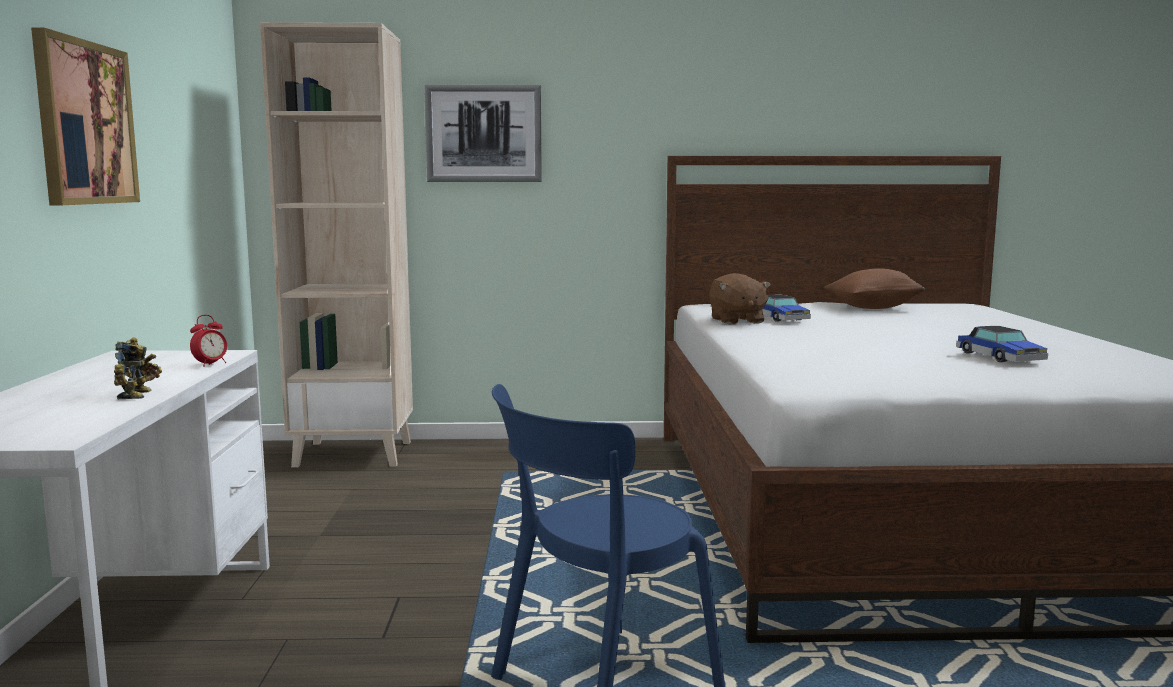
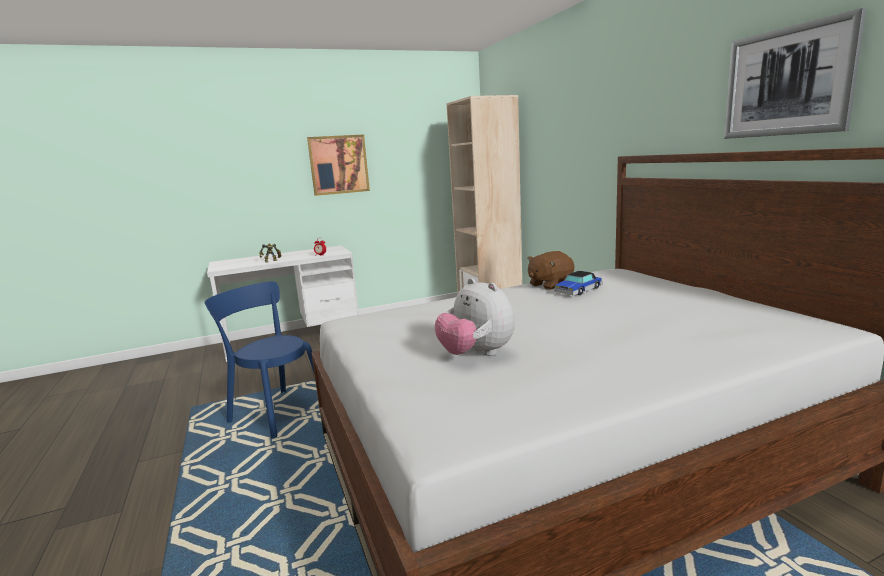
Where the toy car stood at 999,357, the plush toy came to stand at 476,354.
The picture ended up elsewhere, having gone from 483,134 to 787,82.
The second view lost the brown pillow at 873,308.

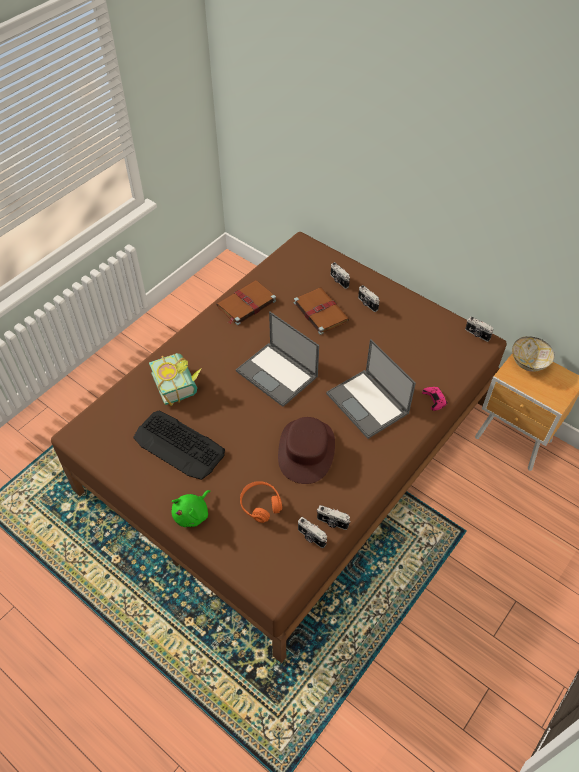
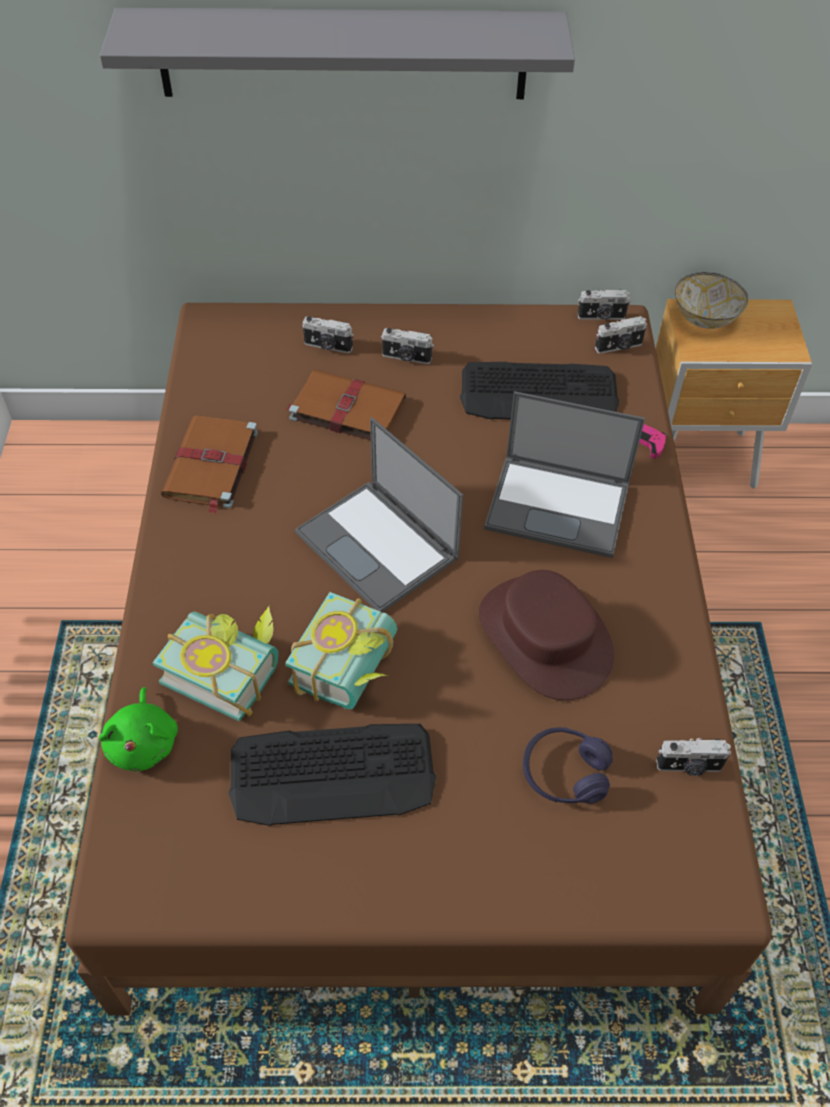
The green plush toy ended up elsewhere, having gone from 192,514 to 144,743.
The second view gained the grey shelf at 343,54.
The second view gained the book at 353,669.
The laptop at 278,374 ended up facing another way, 45 degrees clockwise from before.
The second view gained the keyboard at 539,393.
What was the orange headphones at 260,504 turned into the purple headphones at 564,773.
The photo camera ended up elsewhere, having gone from 332,522 to 619,347.

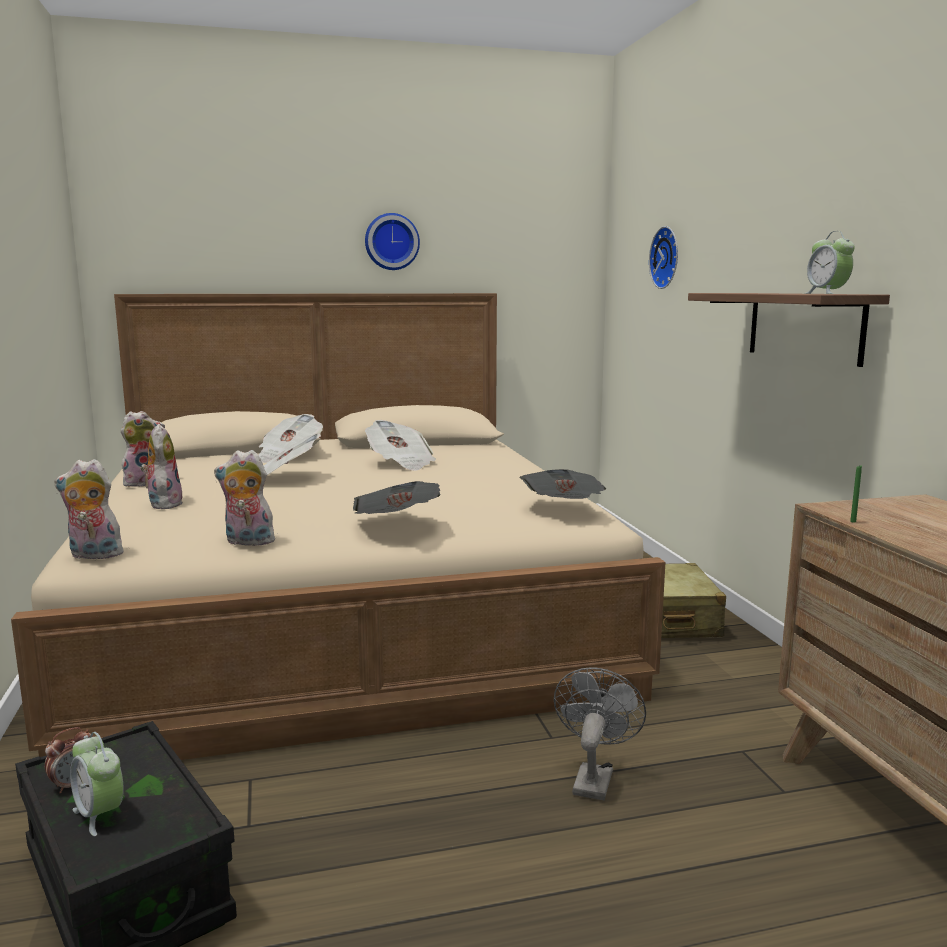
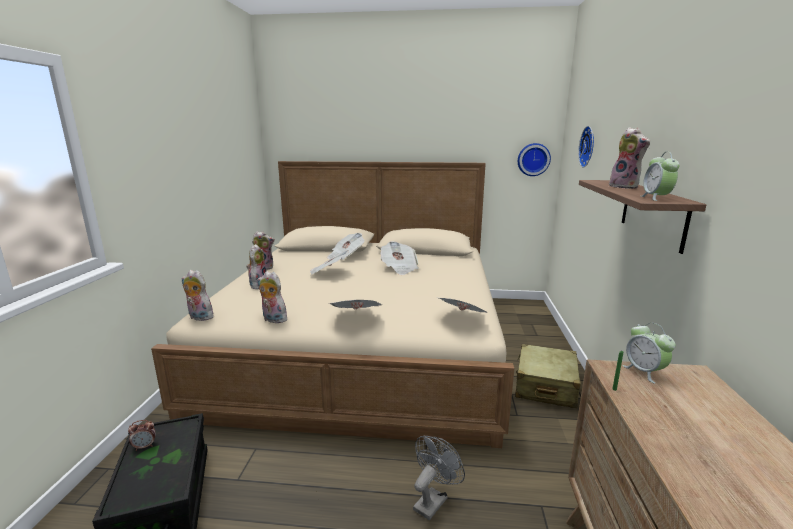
The wall clock ended up elsewhere, having gone from 391,242 to 533,159.
The second view gained the plush toy at 625,187.
The alarm clock ended up elsewhere, having gone from 100,815 to 644,372.

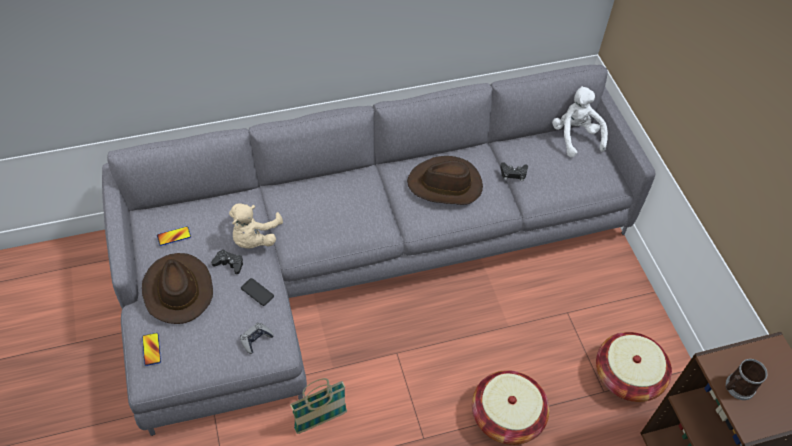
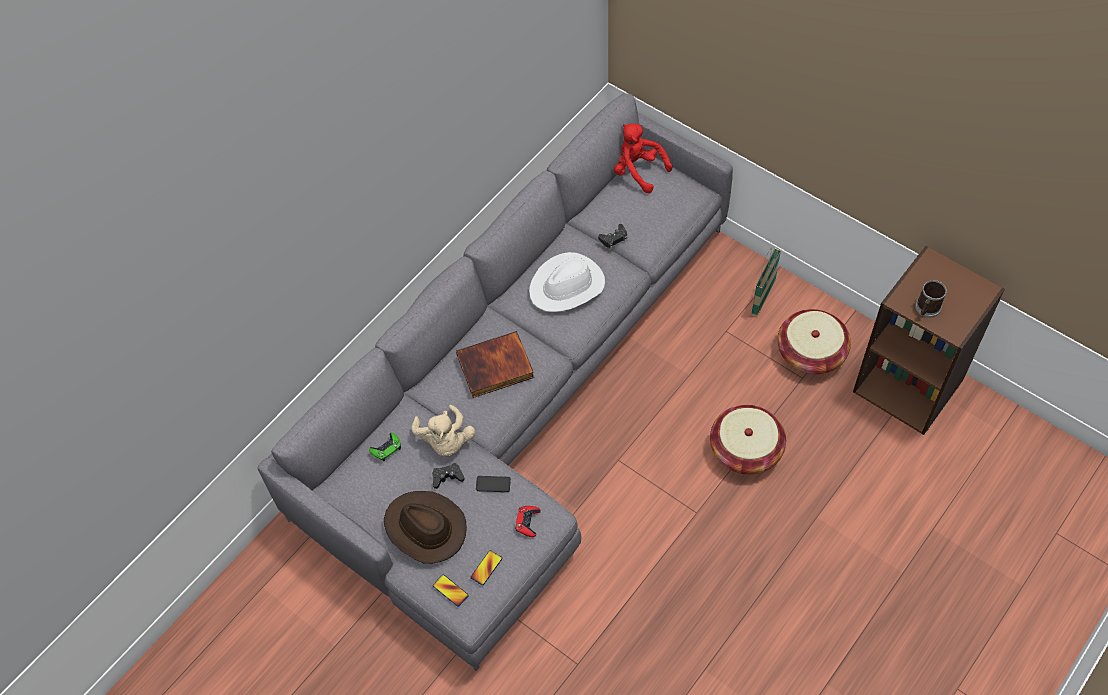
The second view gained the green game controller at 386,448.
The second view gained the book at 495,368.
The phone ended up elsewhere, having gone from 174,236 to 486,568.
What was the grey game controller at 256,339 turned into the red game controller at 527,522.
What was the brown hat at 445,185 turned into the white hat at 567,286.
What was the white plush toy at 575,136 turned into the red plush toy at 637,171.
The basket ended up elsewhere, having gone from 320,421 to 763,298.

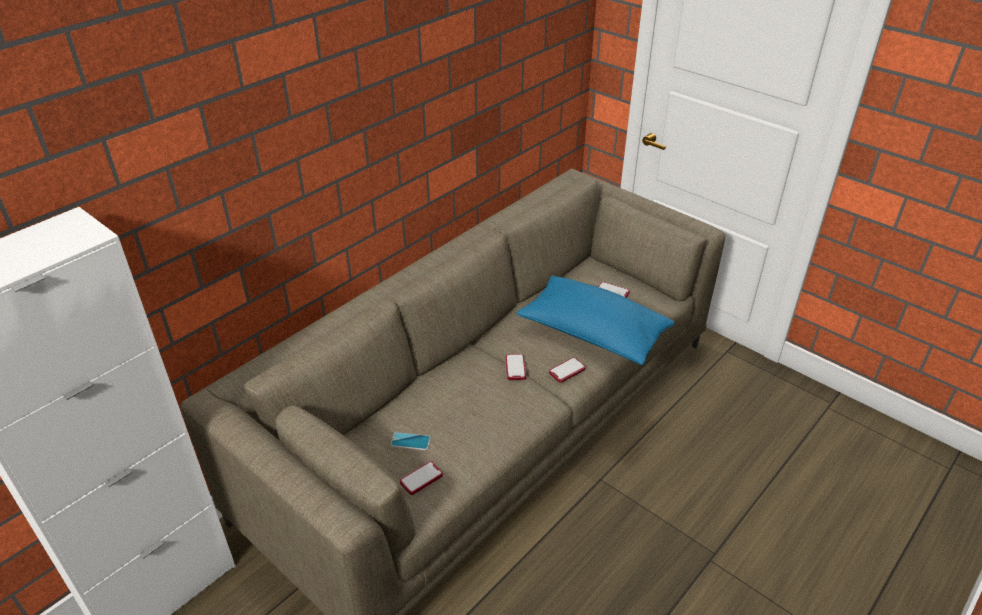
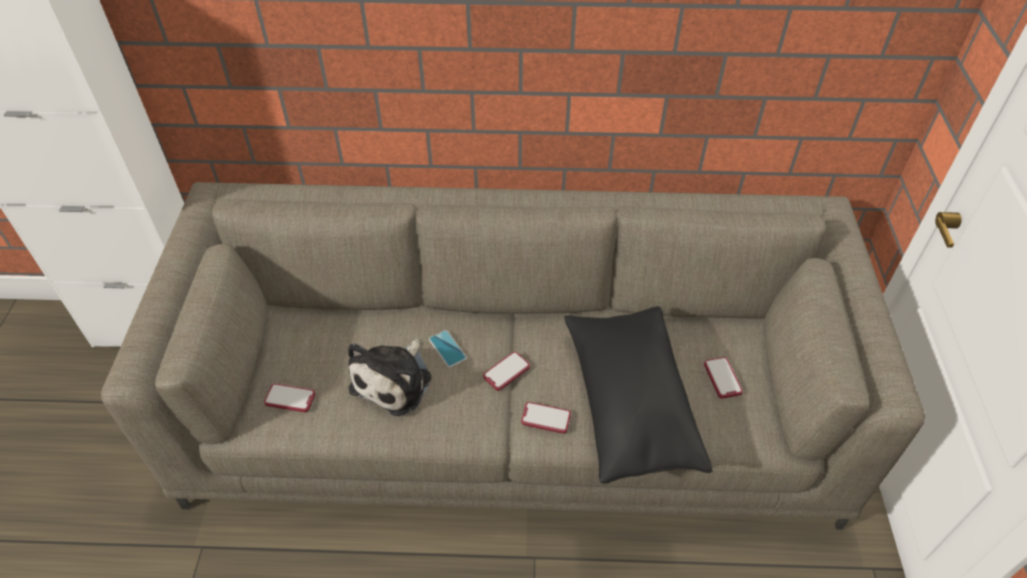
The second view gained the plush toy at 395,380.
The phone ended up elsewhere, having gone from 410,441 to 447,349.
What was the blue pillow at 592,333 turned into the black pillow at 629,404.

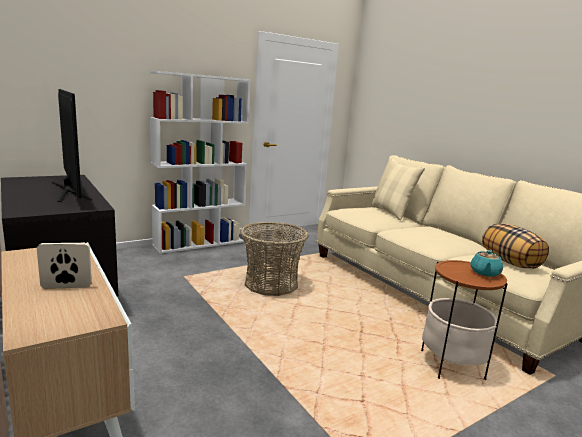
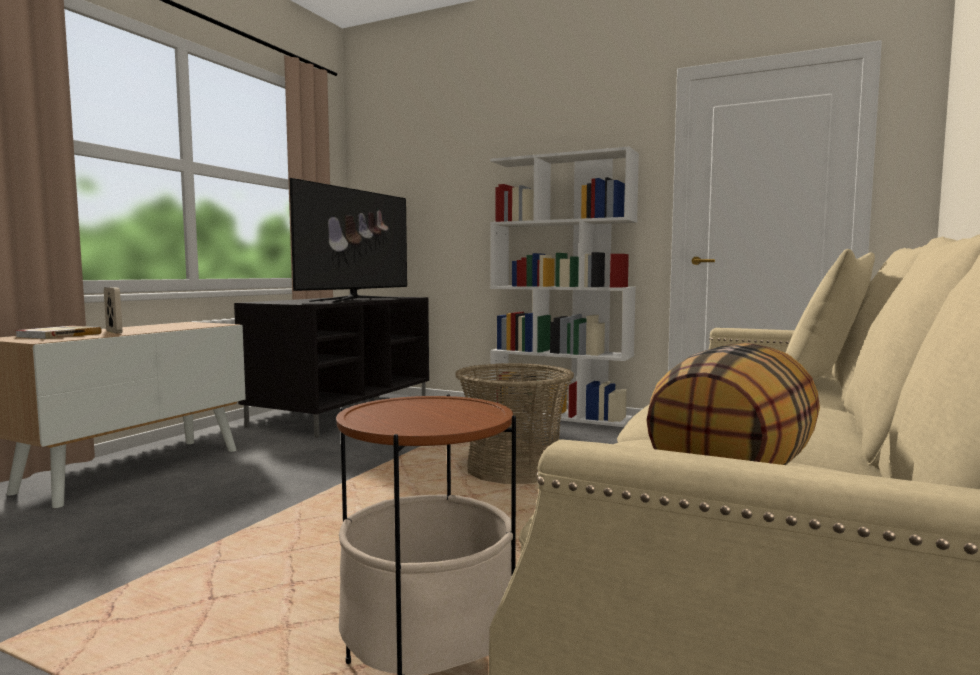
The second view gained the book at 58,335.
The second view lost the turquoise teapot at 484,273.

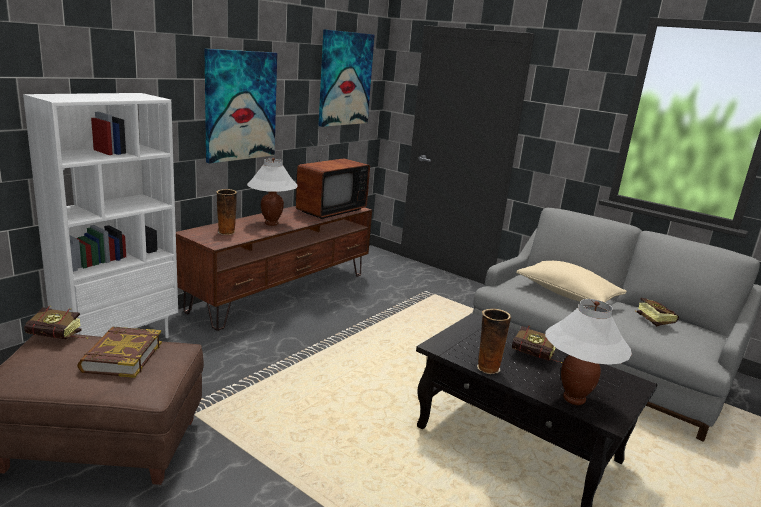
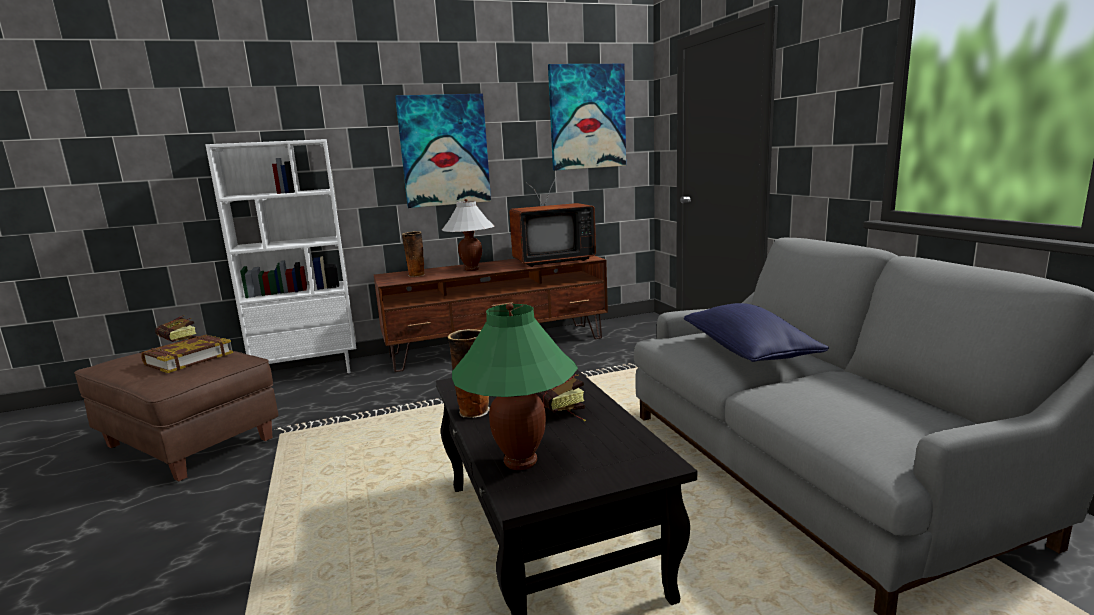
What was the white table lamp at 574,399 turned into the green table lamp at 520,462.
What was the beige pillow at 567,294 turned into the blue pillow at 748,352.
The second view lost the book at 652,320.

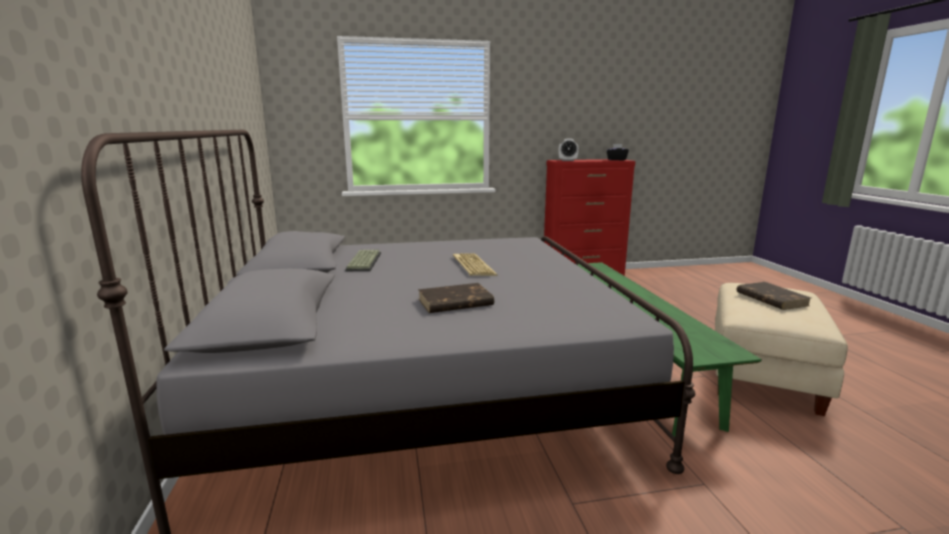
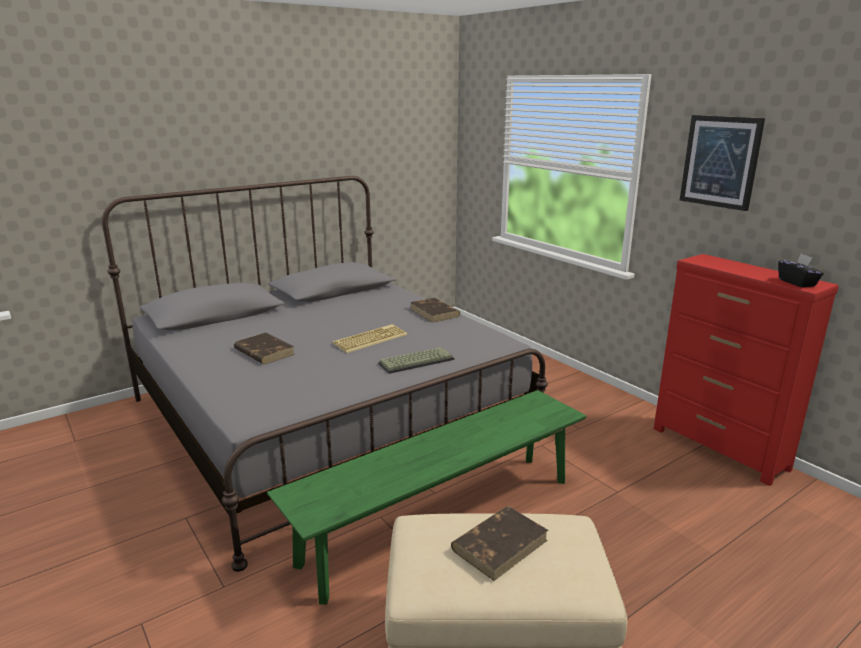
The keyboard ended up elsewhere, having gone from 363,261 to 416,361.
The second view gained the brown book at 435,312.
The second view gained the picture at 720,161.
The second view lost the alarm clock at 567,160.

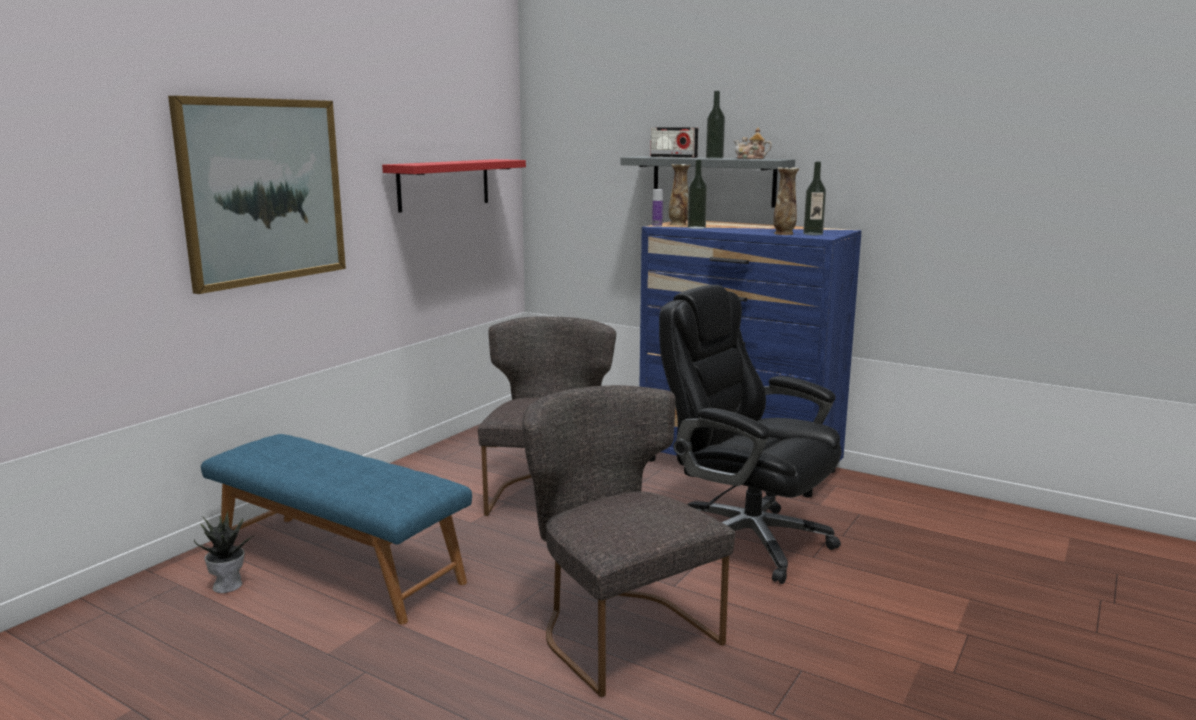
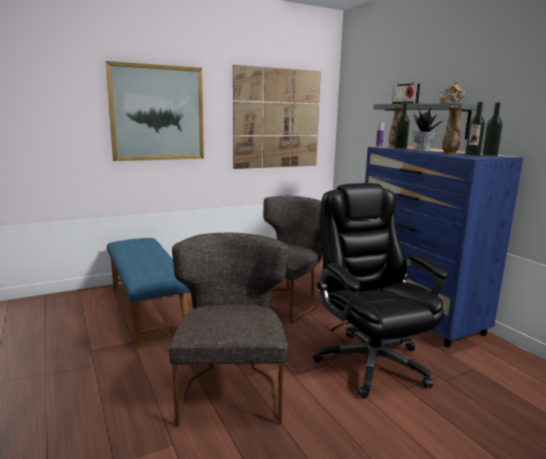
Where the red shelf hung at 444,184, the picture came to hang at 277,119.
The potted plant ended up elsewhere, having gone from 229,585 to 422,151.
The bottle ended up elsewhere, having gone from 714,158 to 489,156.

